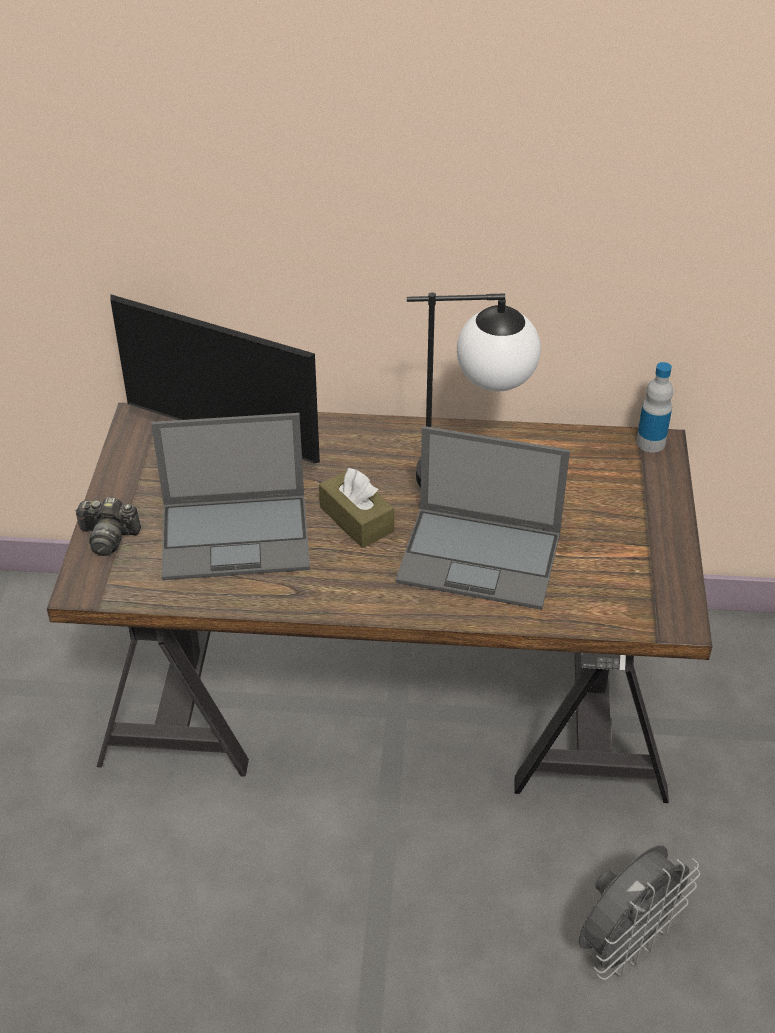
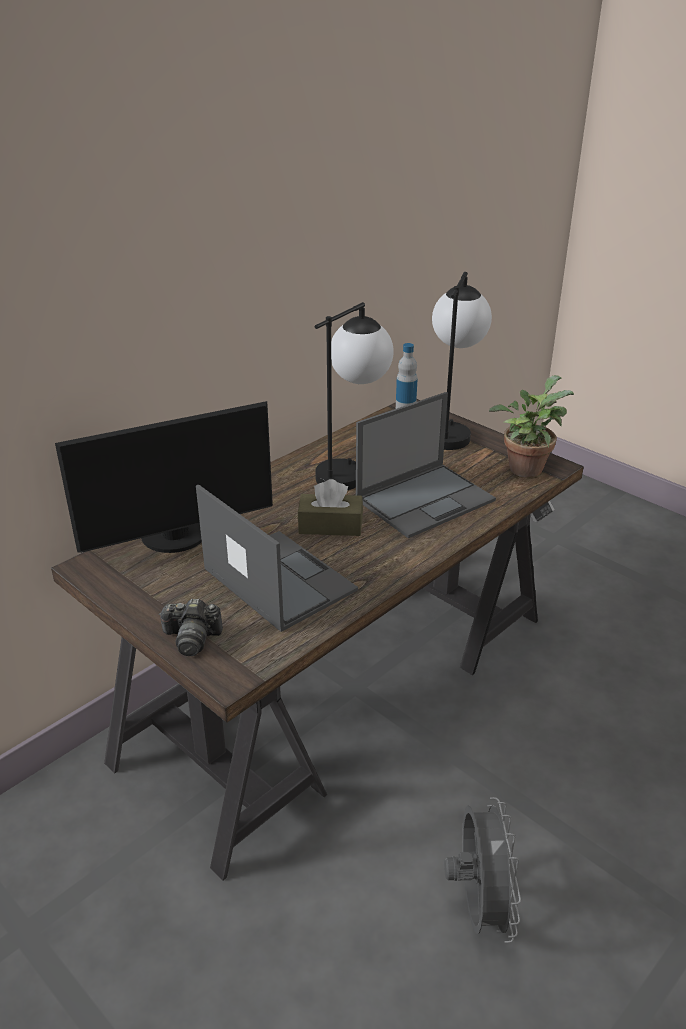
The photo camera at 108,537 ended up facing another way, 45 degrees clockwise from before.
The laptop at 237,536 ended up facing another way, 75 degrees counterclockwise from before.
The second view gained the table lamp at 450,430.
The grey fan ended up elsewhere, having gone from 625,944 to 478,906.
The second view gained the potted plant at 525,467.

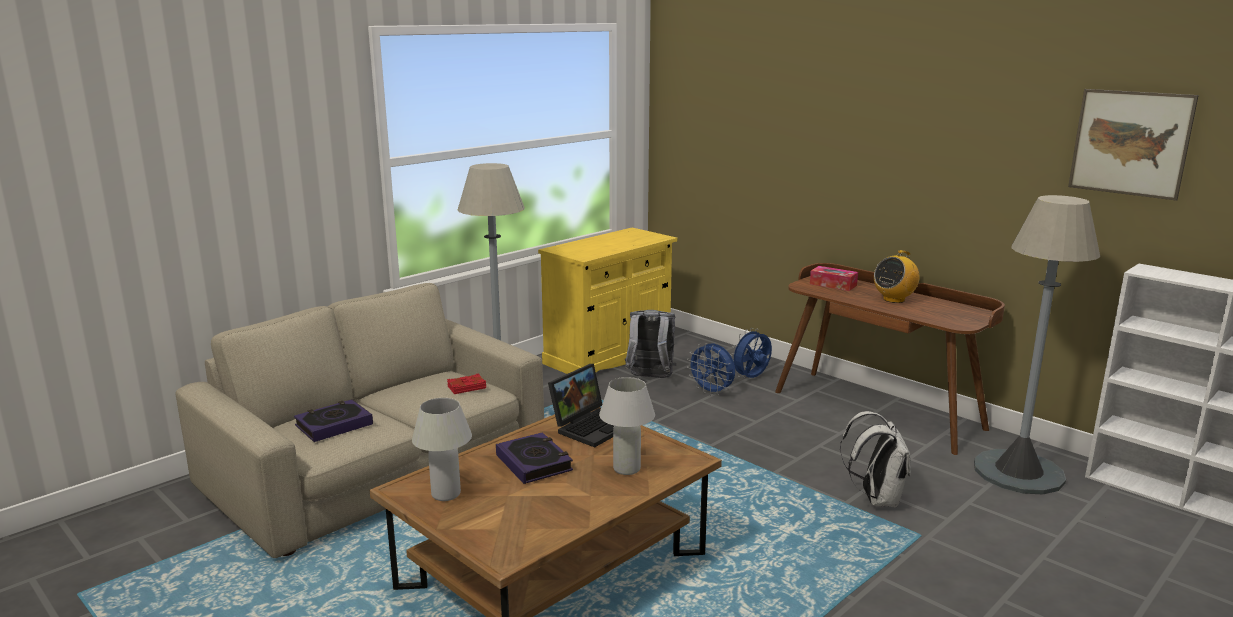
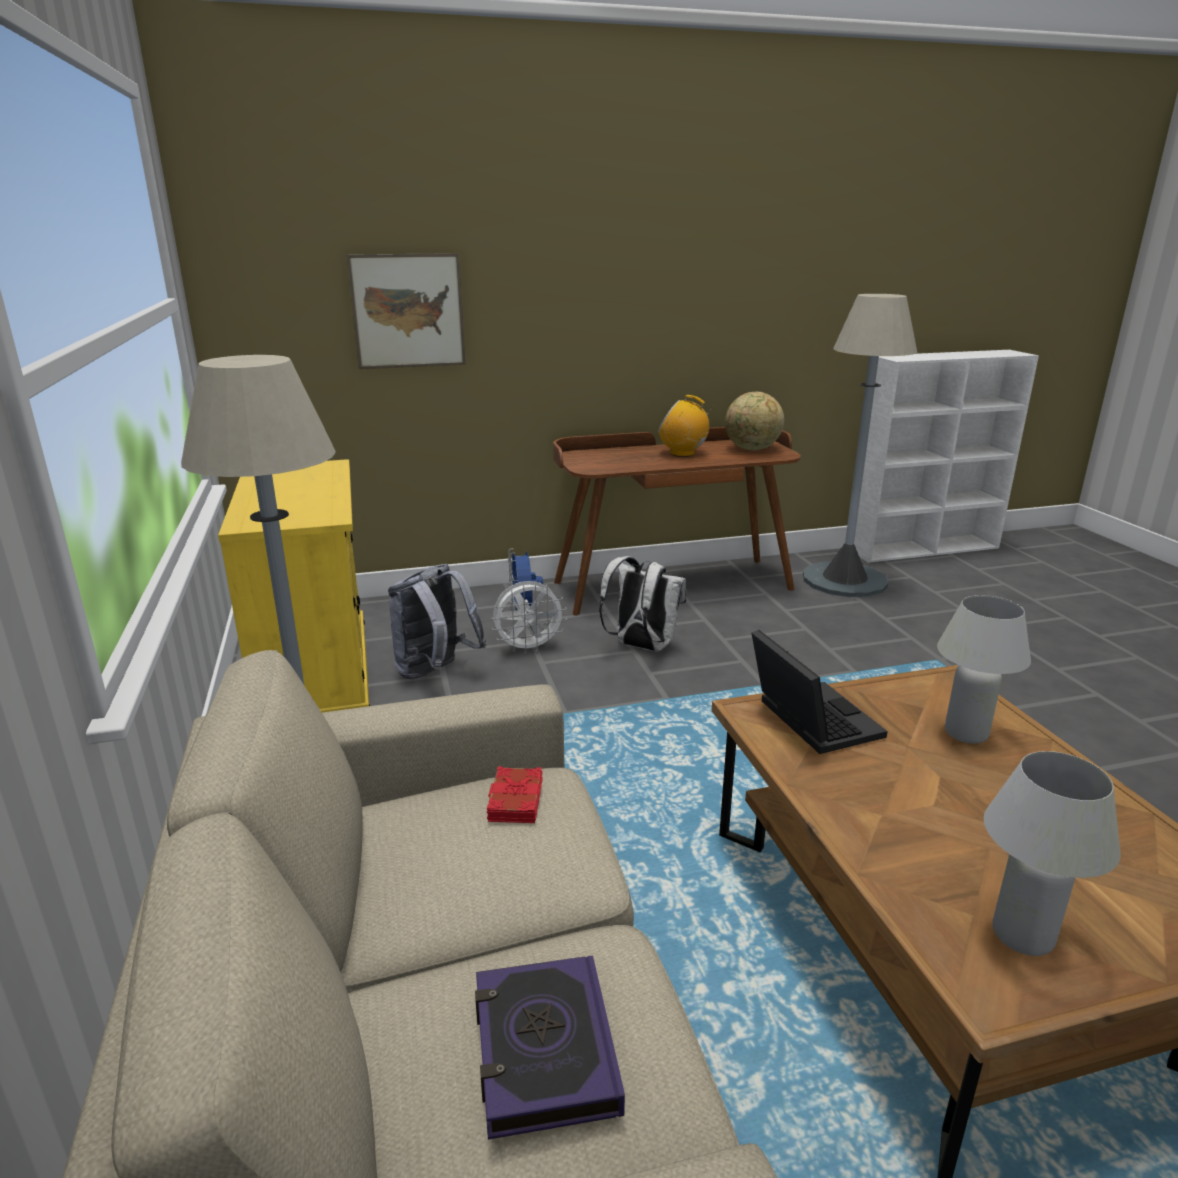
The picture ended up elsewhere, having gone from 1130,143 to 408,311.
What was the blue fan at 712,392 turned into the white fan at 529,648.
The white backpack ended up elsewhere, having gone from 876,498 to 641,646.
The radio at 894,299 ended up facing another way, 120 degrees clockwise from before.
The second view gained the globe at 752,449.
The second view lost the book at 534,463.
The second view lost the tissue box at 833,284.

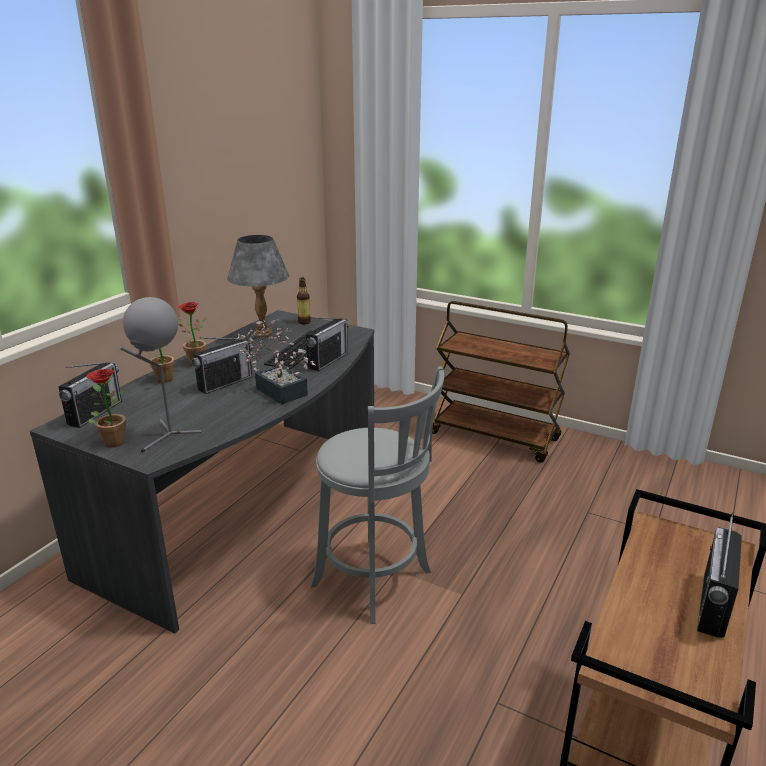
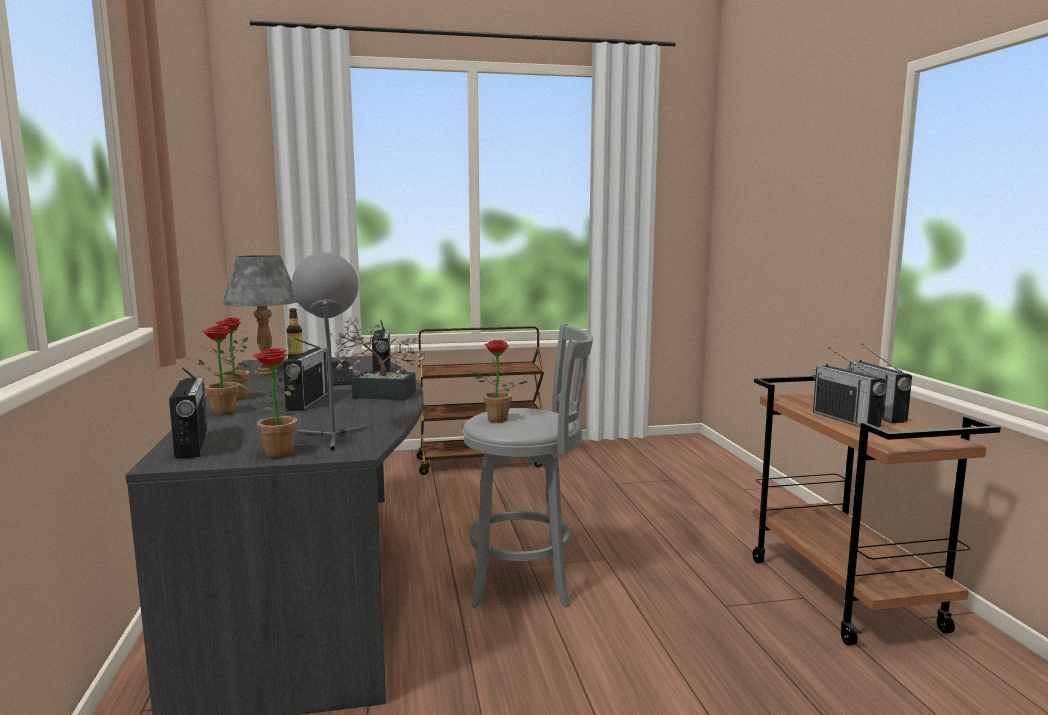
The second view gained the potted plant at 496,421.
The second view gained the radio at 845,419.

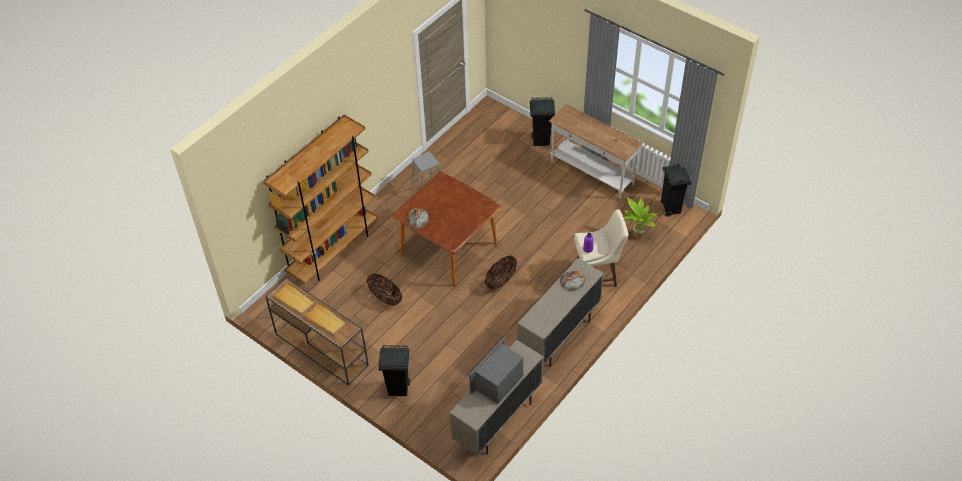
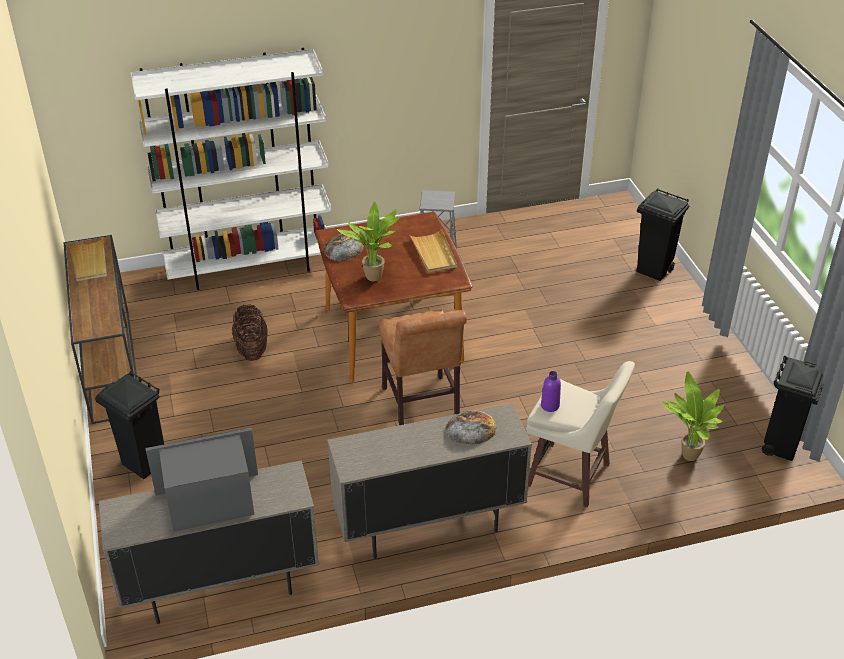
What was the brown bookcase at 333,251 turned into the white bookcase at 250,267.
The second view gained the potted plant at 375,278.
Where the basket stood at 501,280, the brown chair came to stand at 421,408.
The beige tray ended up elsewhere, having gone from 325,320 to 434,253.
The second view lost the white console table at 591,173.

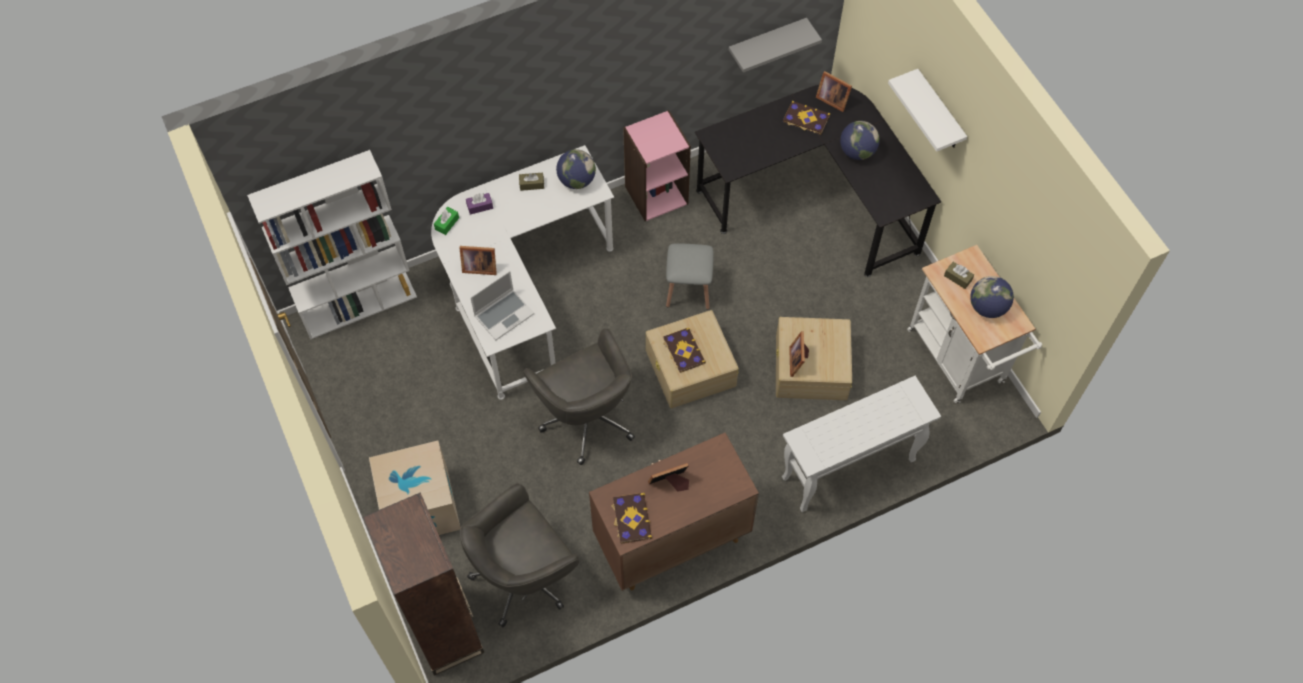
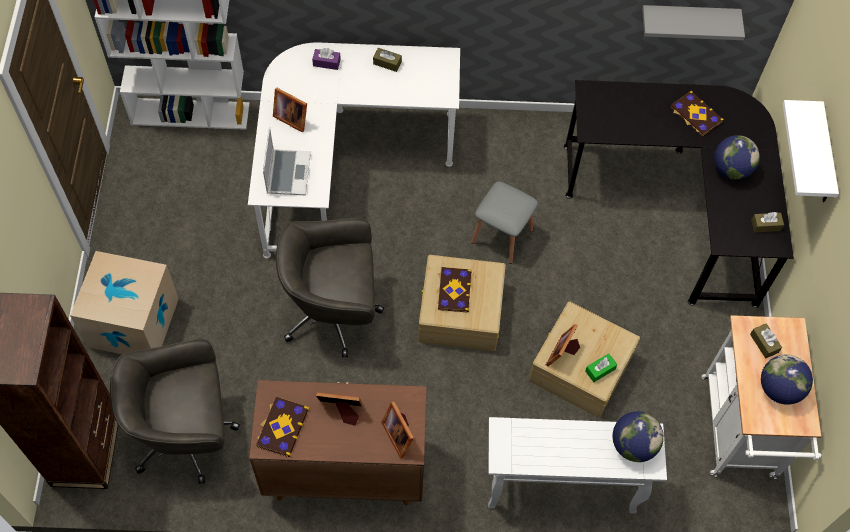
The laptop at 504,314 ended up facing another way, 75 degrees counterclockwise from before.
The grey office chair at 586,417 ended up facing another way, 90 degrees clockwise from before.
The picture frame ended up elsewhere, having gone from 832,99 to 399,434.
The green tissue box ended up elsewhere, having gone from 447,223 to 600,370.
The globe ended up elsewhere, having gone from 576,180 to 633,445.
The second view gained the brown tissue box at 765,225.
The second view lost the pink bookcase at 656,194.

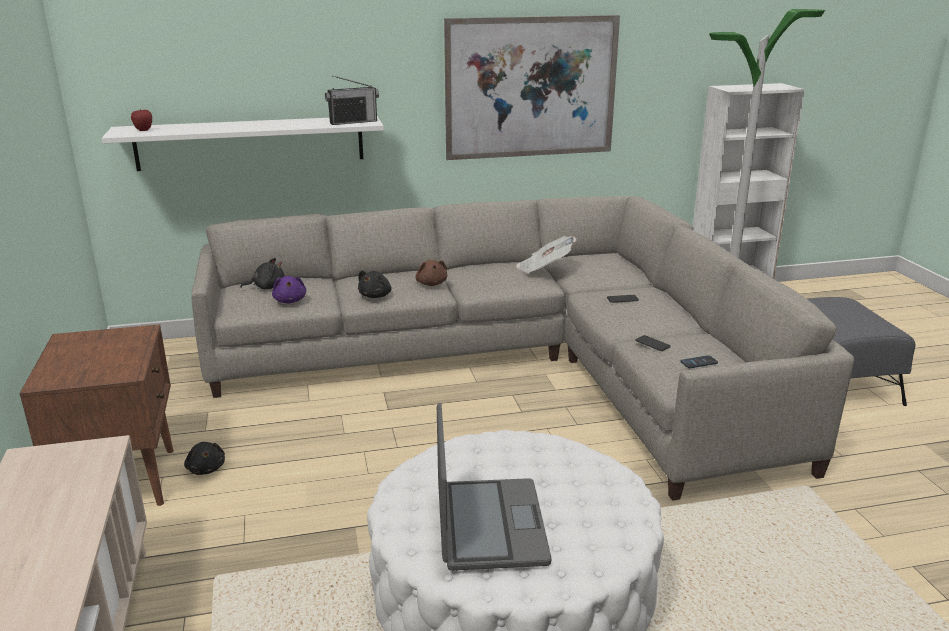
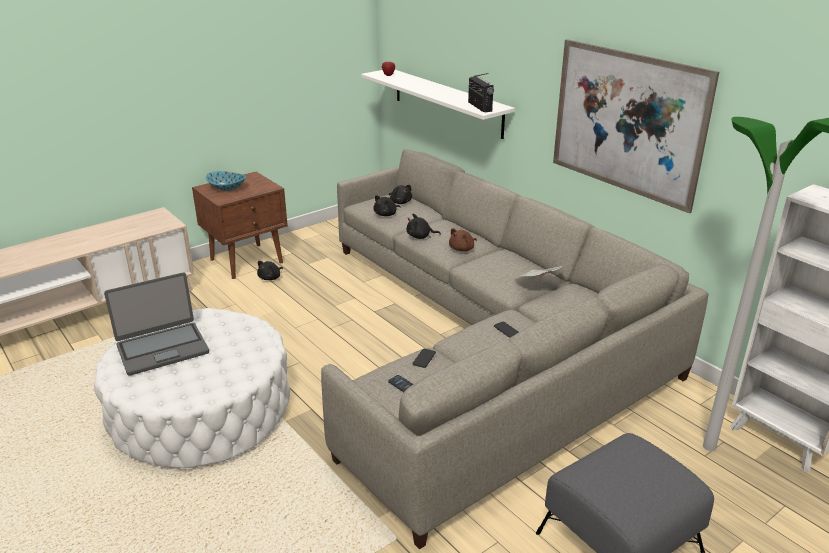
The second view gained the bowl at 227,188.
What was the purple plush toy at 290,300 turned into the black plush toy at 386,214.
The radio at 353,122 ended up facing another way, 150 degrees counterclockwise from before.

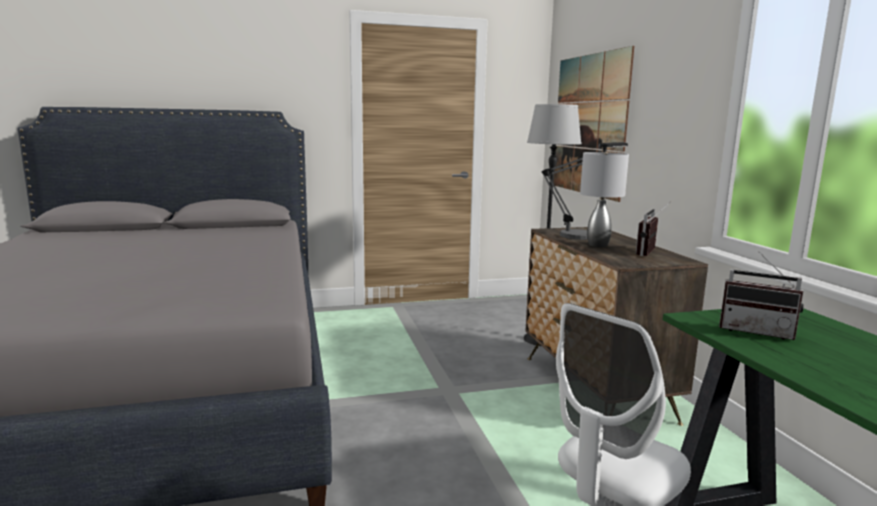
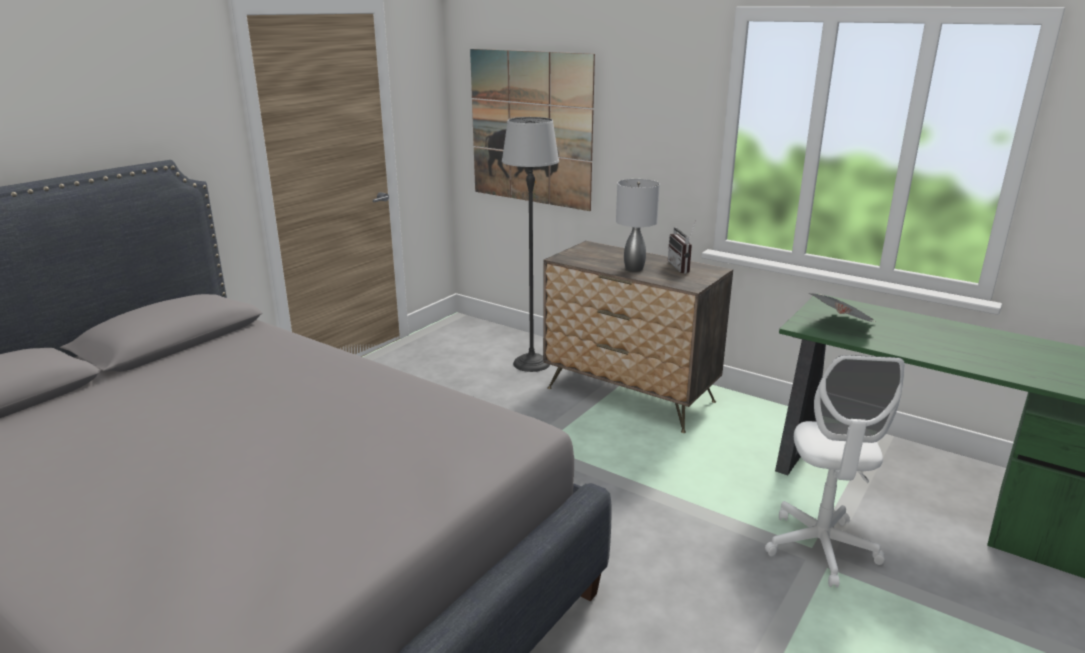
Where the radio stood at 756,331, the newspaper came to stand at 841,325.
The second view lost the table lamp at 583,235.

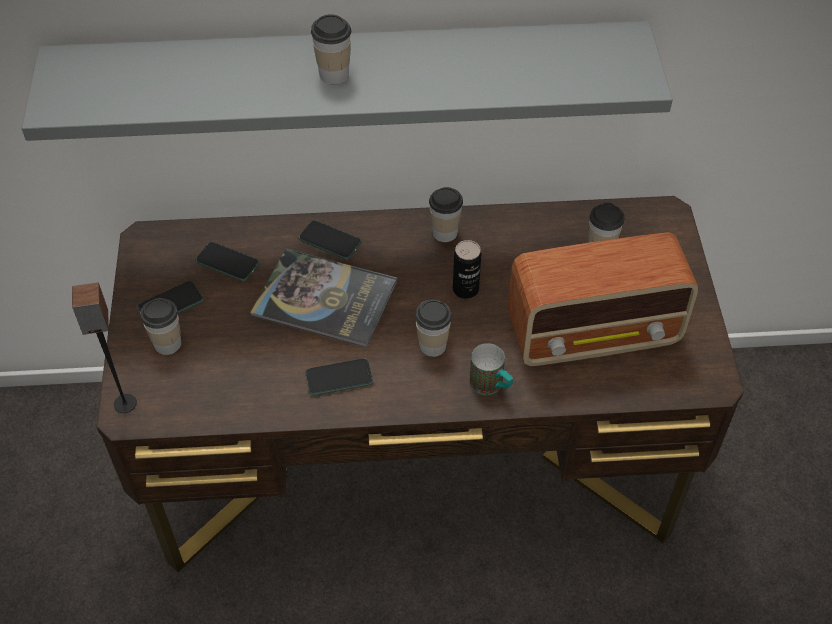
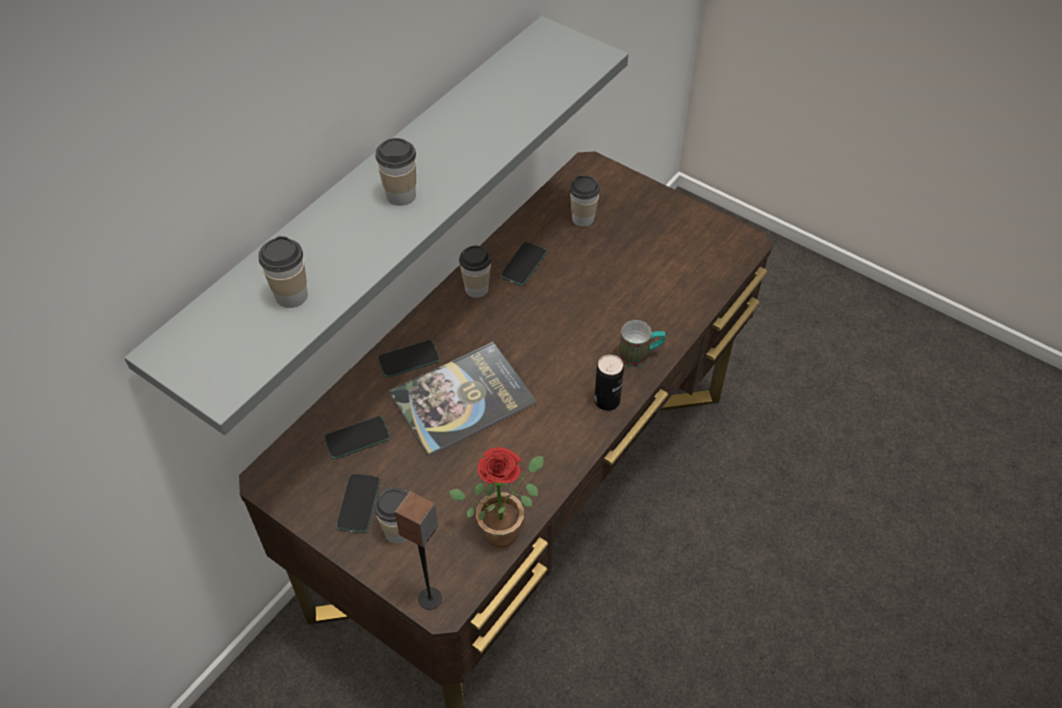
The cup ended up elsewhere, having gone from 432,345 to 291,295.
The second view gained the potted plant at 504,527.
The phone ended up elsewhere, having gone from 339,378 to 524,264.
The can ended up elsewhere, having gone from 465,289 to 607,401.
The second view lost the radio at 595,334.

